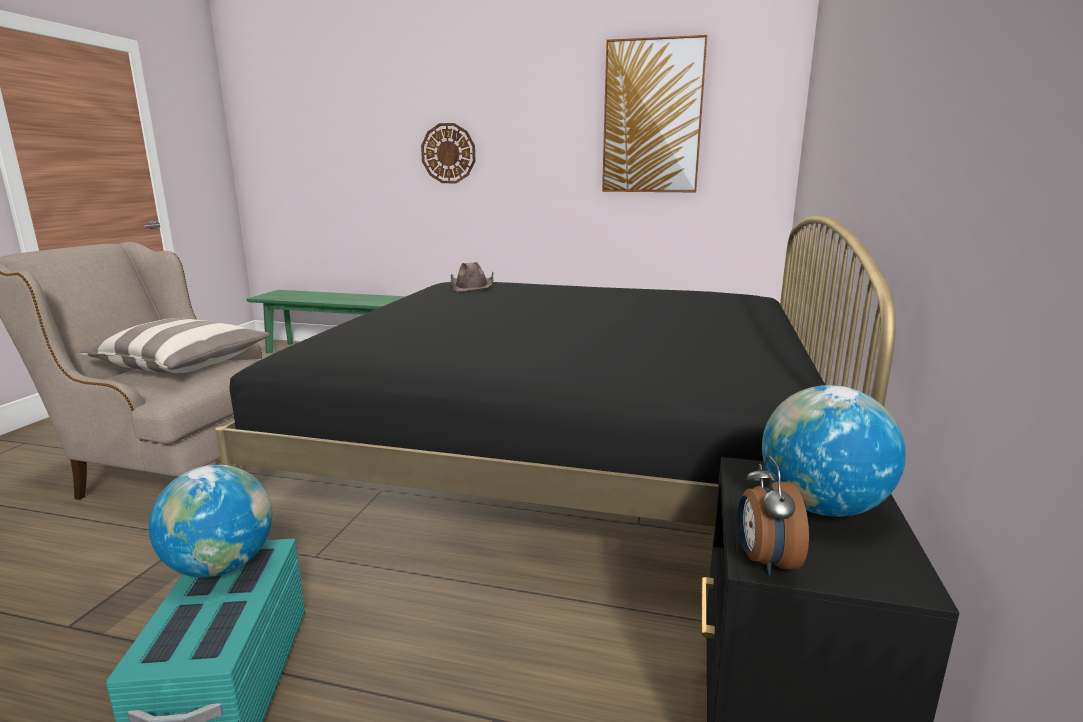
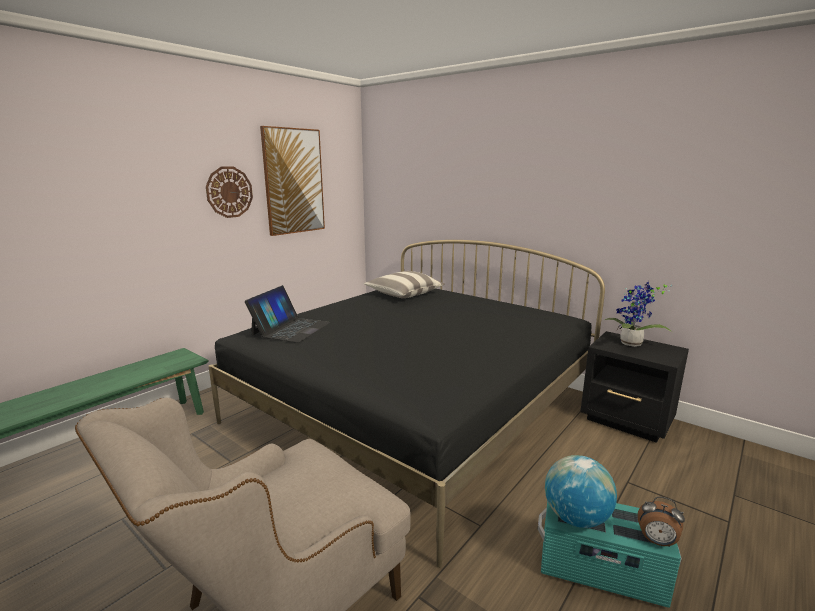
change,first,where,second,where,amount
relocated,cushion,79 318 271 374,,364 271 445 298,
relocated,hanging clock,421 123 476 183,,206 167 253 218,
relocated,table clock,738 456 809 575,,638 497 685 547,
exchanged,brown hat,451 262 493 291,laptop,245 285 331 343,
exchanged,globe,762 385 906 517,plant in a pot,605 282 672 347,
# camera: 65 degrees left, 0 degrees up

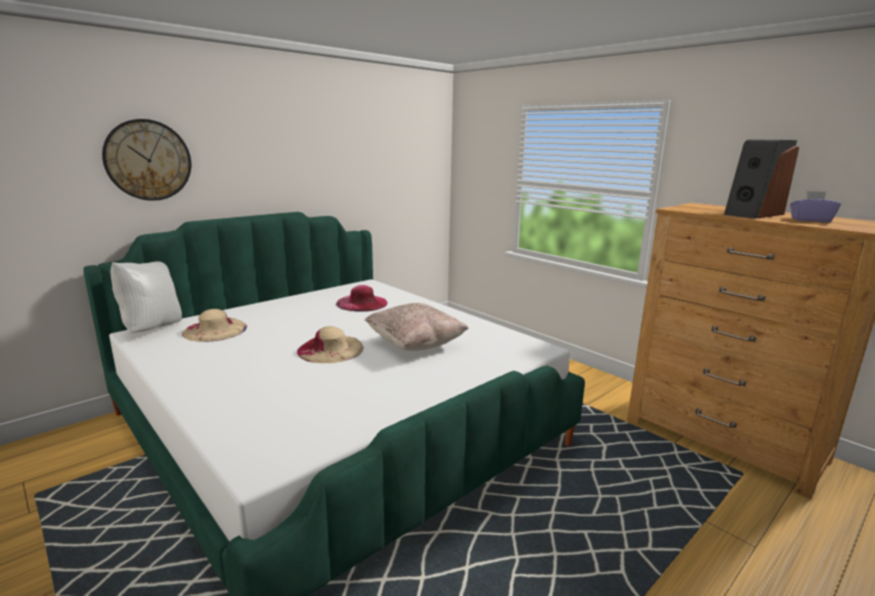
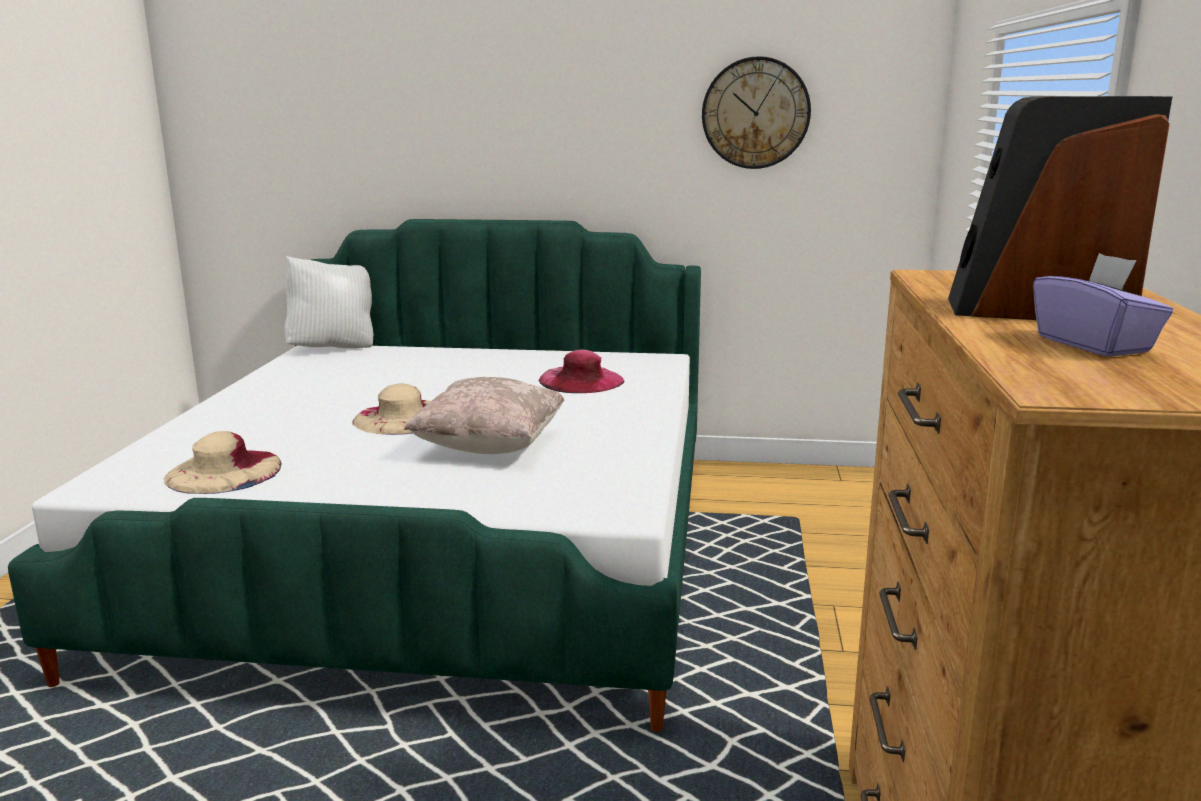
change,first,where,second,where,amount
relocated,hanging clock,102 119 191 201,,702 56 811 169,
relocated,beige-coloured hat,182 309 247 342,,164 431 282 494,
# camera: 50 degrees right, 0 degrees up

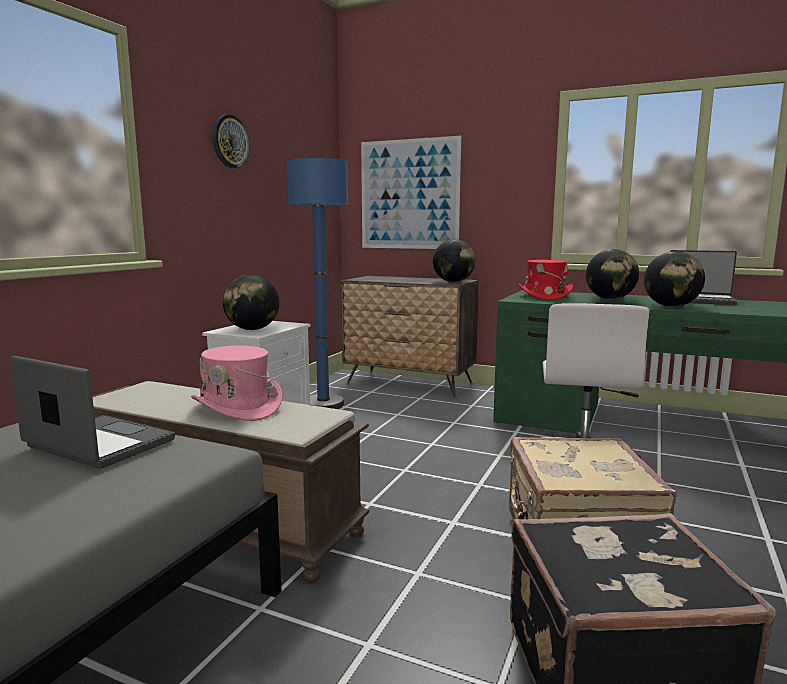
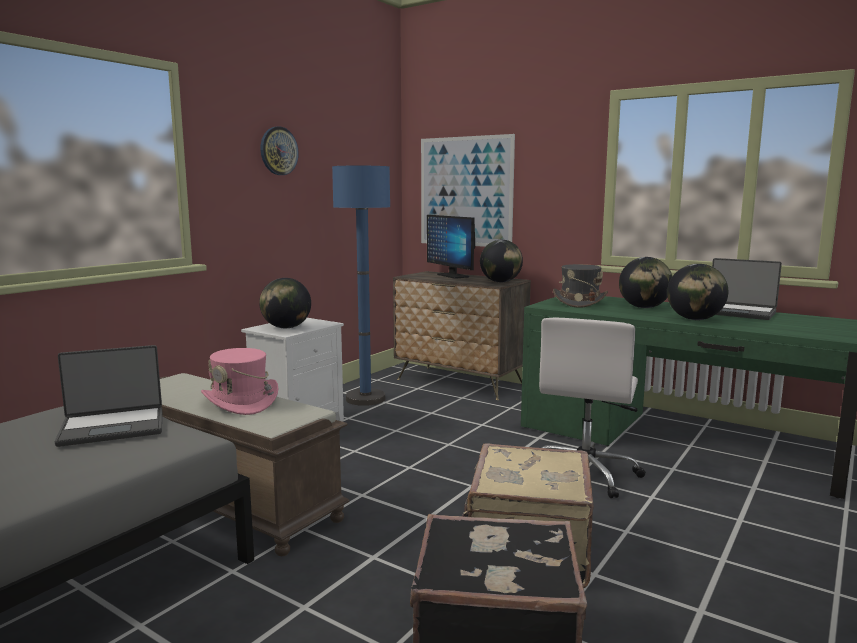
change,first,where,second,where,amount
appeared,,,monitor,427 215 475 279,
colour,red hat,518 260 573 300,greyish hat,553 264 608 308,
spun,laptop,10 356 175 469,,55 345 162 447,120 degrees clockwise
# camera: 10 degrees right, 0 degrees up

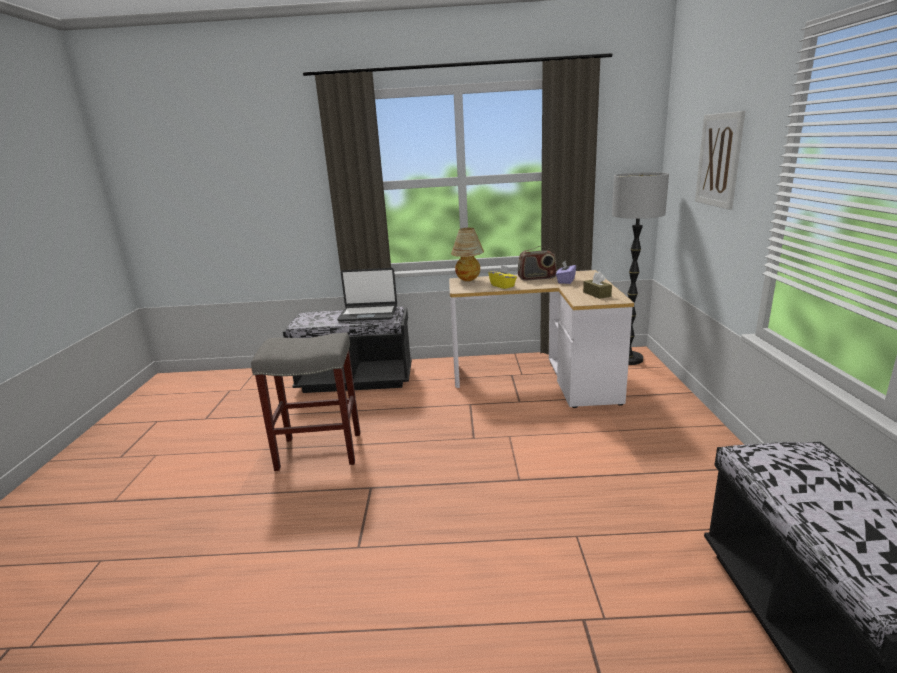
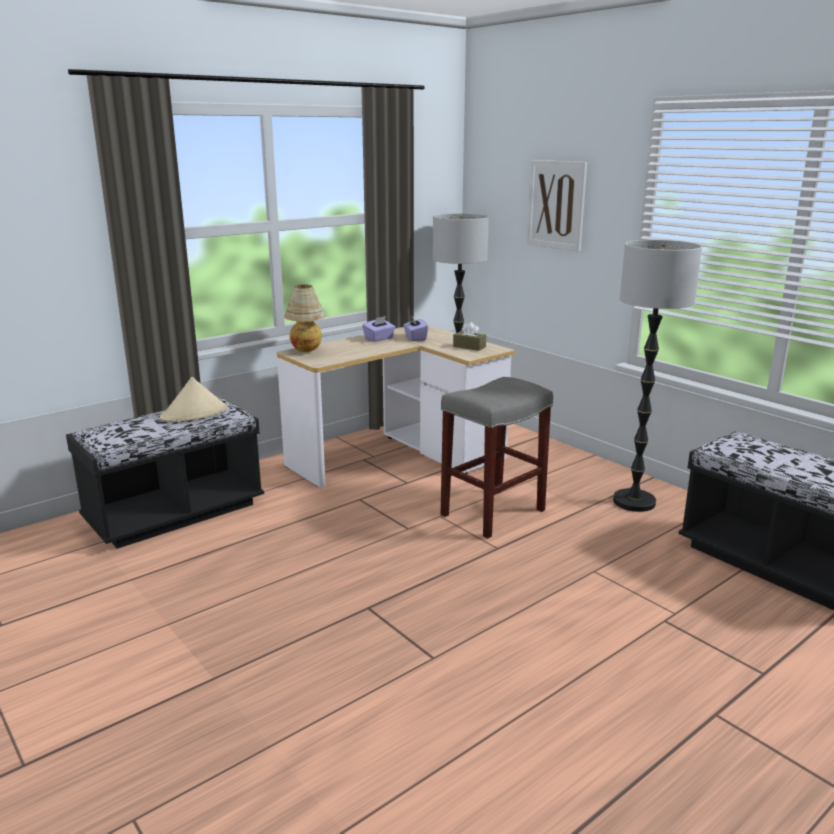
change,first,where,second,where,amount
missing,yellow-coloured tissue box,488 265 517 289,,,
appeared,,,standing lamp,613 240 702 512,
relocated,greyish stool,251 333 360 471,,441 377 553 538,
exchanged,laptop,337 268 397 322,beige-coloured hat,160 377 228 422,
exchanged,radio,518 246 557 280,purple-coloured tissue box,362 316 396 342,
# camera: 40 degrees left, 0 degrees up

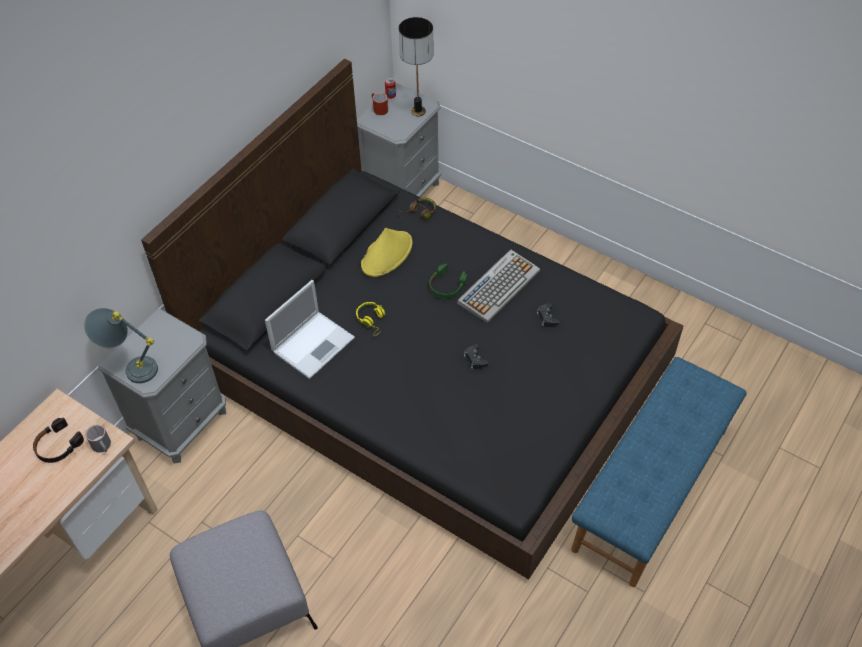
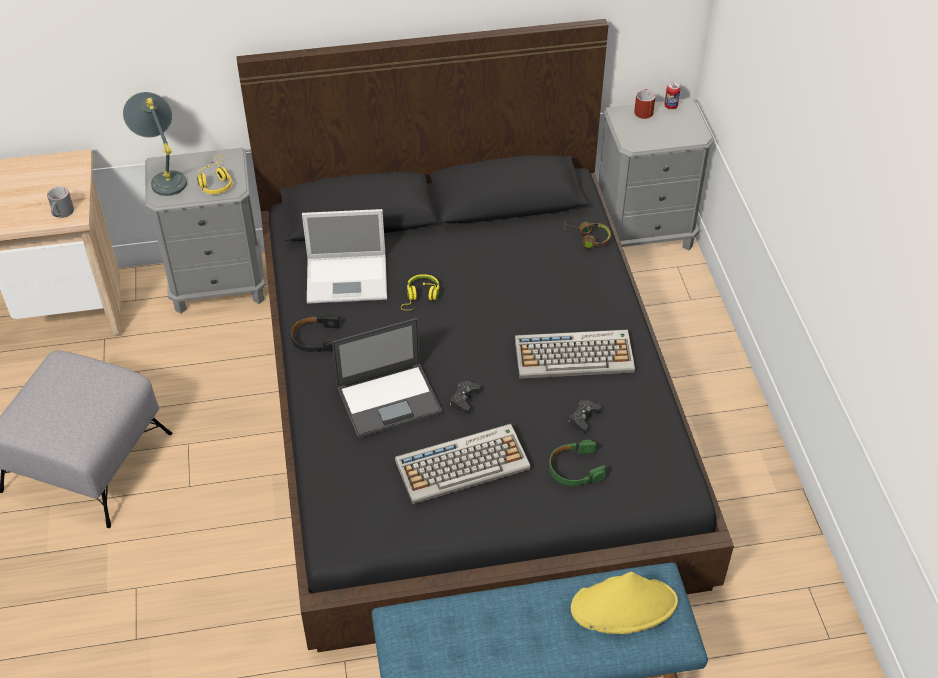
change,first,where,second,where,amount
missing,tabletop lamp,399 17 434 116,,,
appeared,,,yellow-coloured headset,197 155 232 194,
appeared,,,laptop,332 318 442 438,
appeared,,,computer keyboard,395 424 531 504,
relocated,black headset,33 418 84 463,,290 315 340 352,
relocated,yellow-coloured hat,361 228 413 277,,571 572 678 634,
relocated,green headset,429 263 467 299,,549 440 606 486,
# camera: 45 degrees right, 5 degrees down

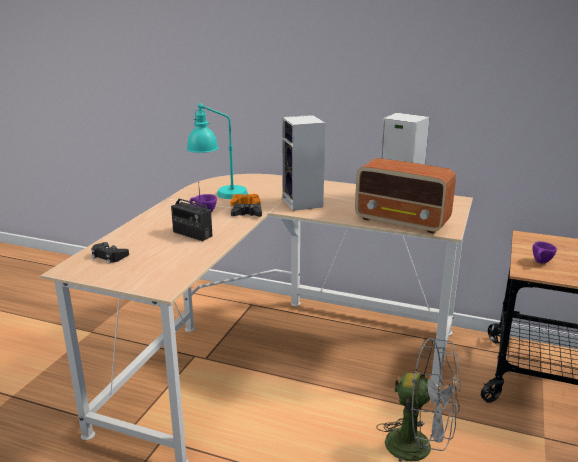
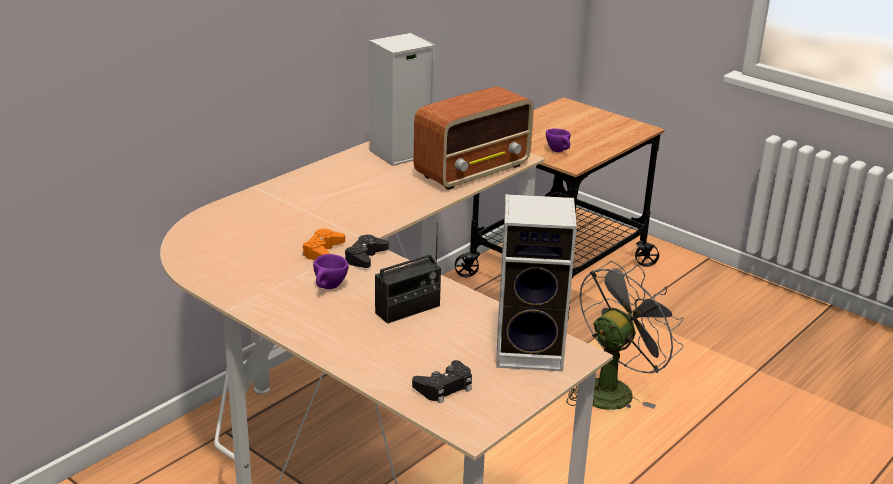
change,first,where,second,where,amount
missing,blue-green tabletop lamp,187 103 248 199,,,
relocated,loudspeaker,282 115 325 211,,496 194 577 371,
# camera: 70 degrees left, 5 degrees up

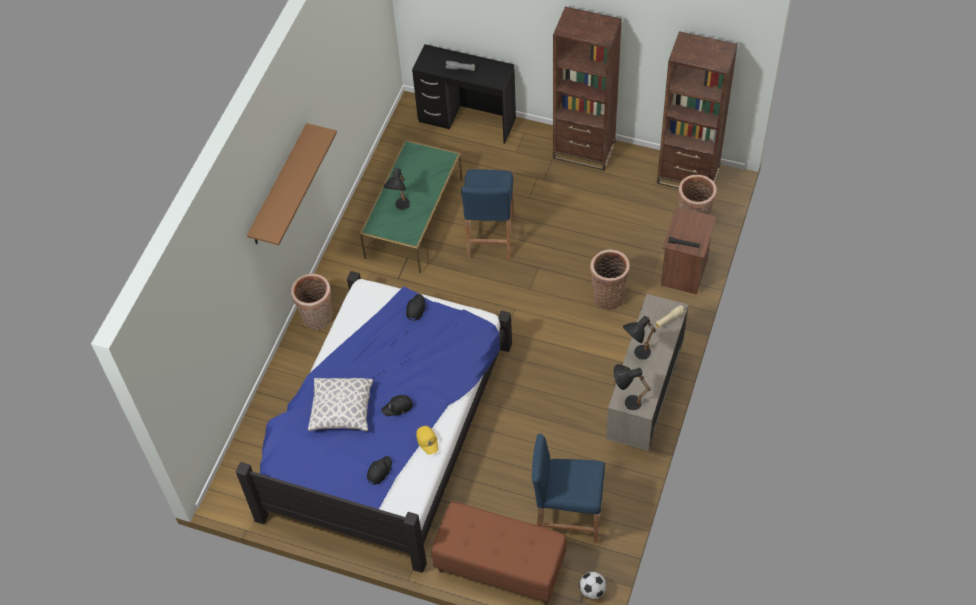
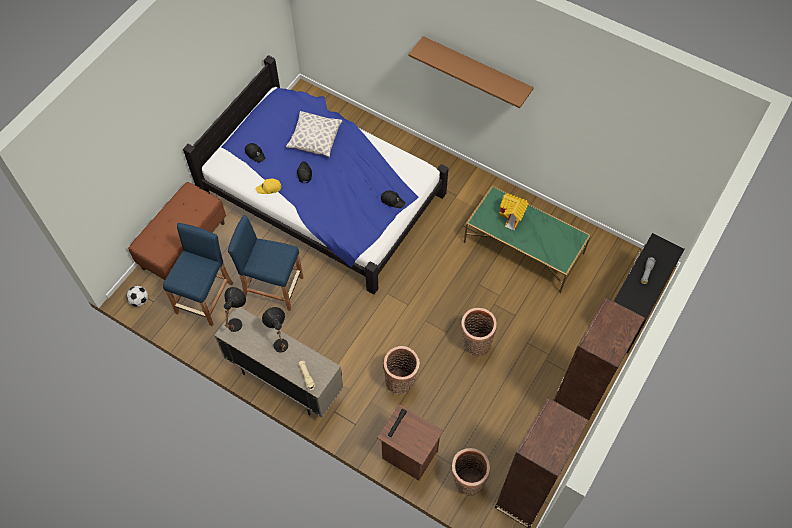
change,first,where,second,where,amount
relocated,household basket,291 273 333 330,,461 308 497 357,
relocated,blue stool,461 169 514 259,,228 215 303 311,
exchanged,black tabletop lamp,383 168 410 210,toy house,499 193 529 230,
# camera: 100 degrees right, 5 degrees up

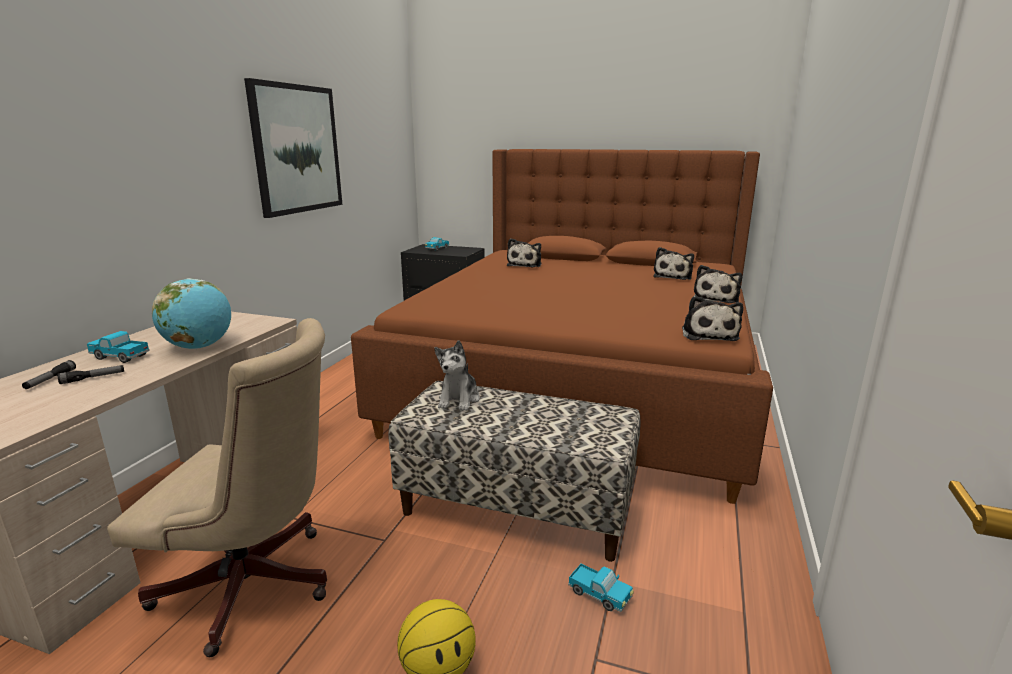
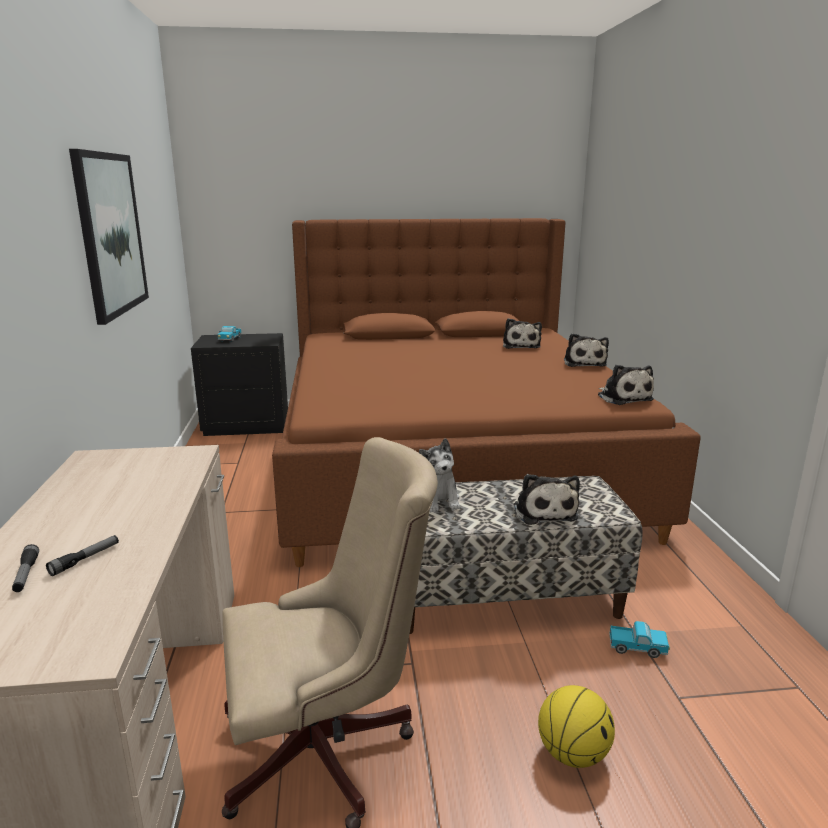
change,first,where,second,where,amount
missing,toy truck,87 331 150 363,,,
missing,globe,152 278 231 349,,,
relocated,plush toy,507 238 541 267,,513 474 580 525,
# camera: 25 degrees left, 0 degrees up

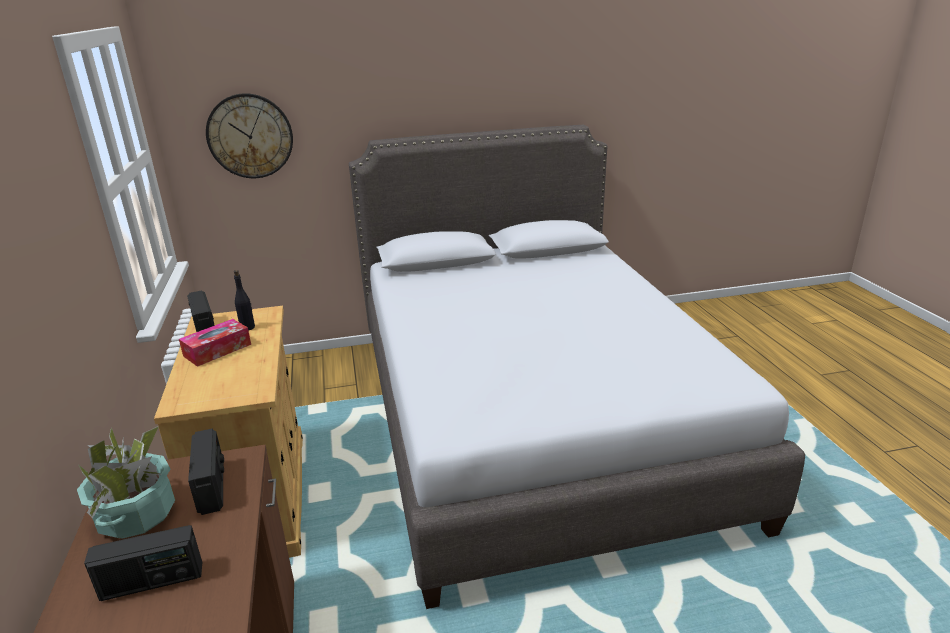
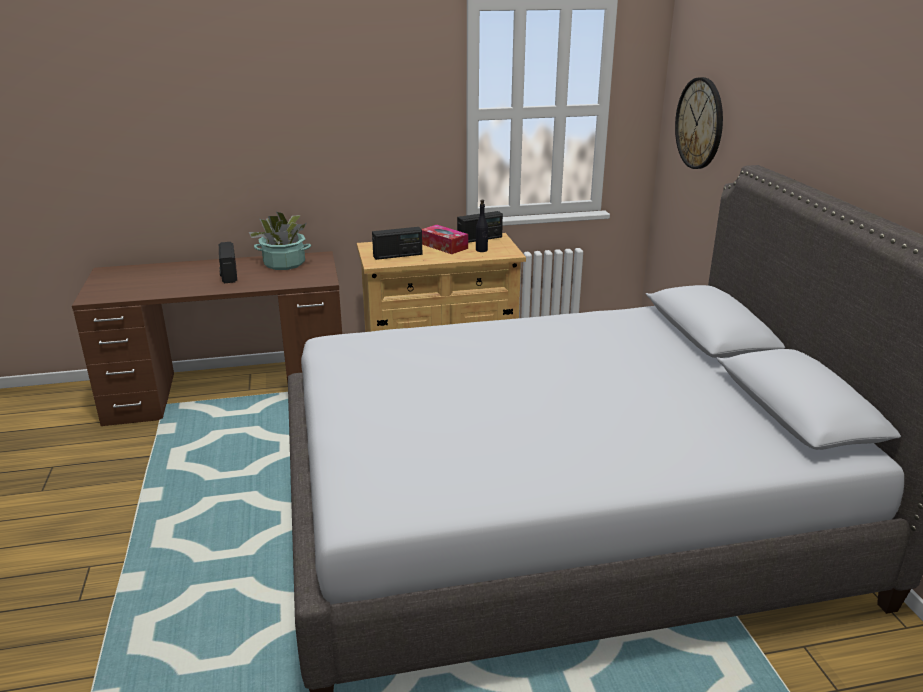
change,first,where,second,where,amount
relocated,radio,188 429 224 515,,372 227 422 260,
# camera: 90 degrees right, 0 degrees up

